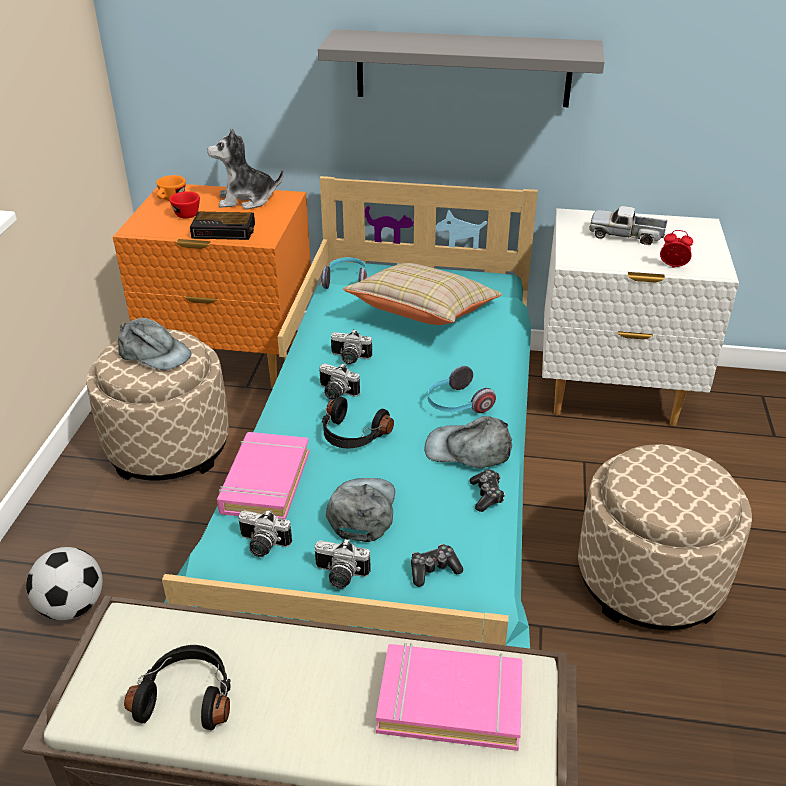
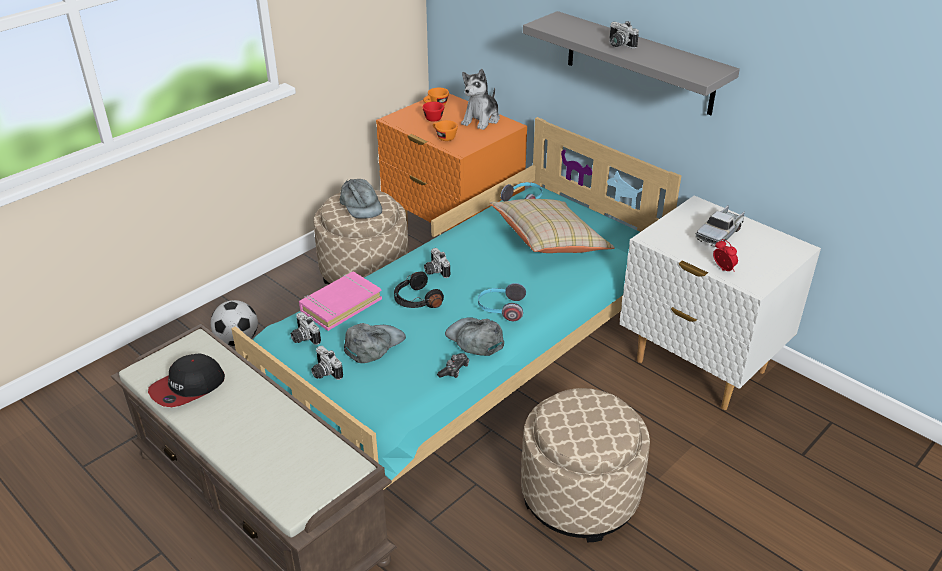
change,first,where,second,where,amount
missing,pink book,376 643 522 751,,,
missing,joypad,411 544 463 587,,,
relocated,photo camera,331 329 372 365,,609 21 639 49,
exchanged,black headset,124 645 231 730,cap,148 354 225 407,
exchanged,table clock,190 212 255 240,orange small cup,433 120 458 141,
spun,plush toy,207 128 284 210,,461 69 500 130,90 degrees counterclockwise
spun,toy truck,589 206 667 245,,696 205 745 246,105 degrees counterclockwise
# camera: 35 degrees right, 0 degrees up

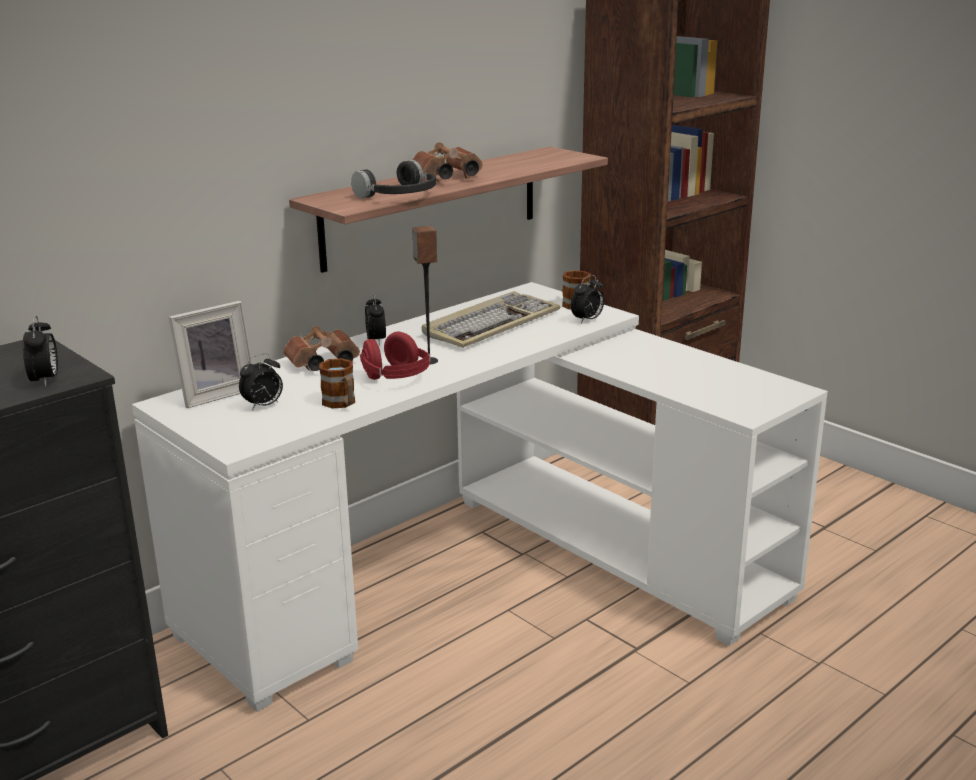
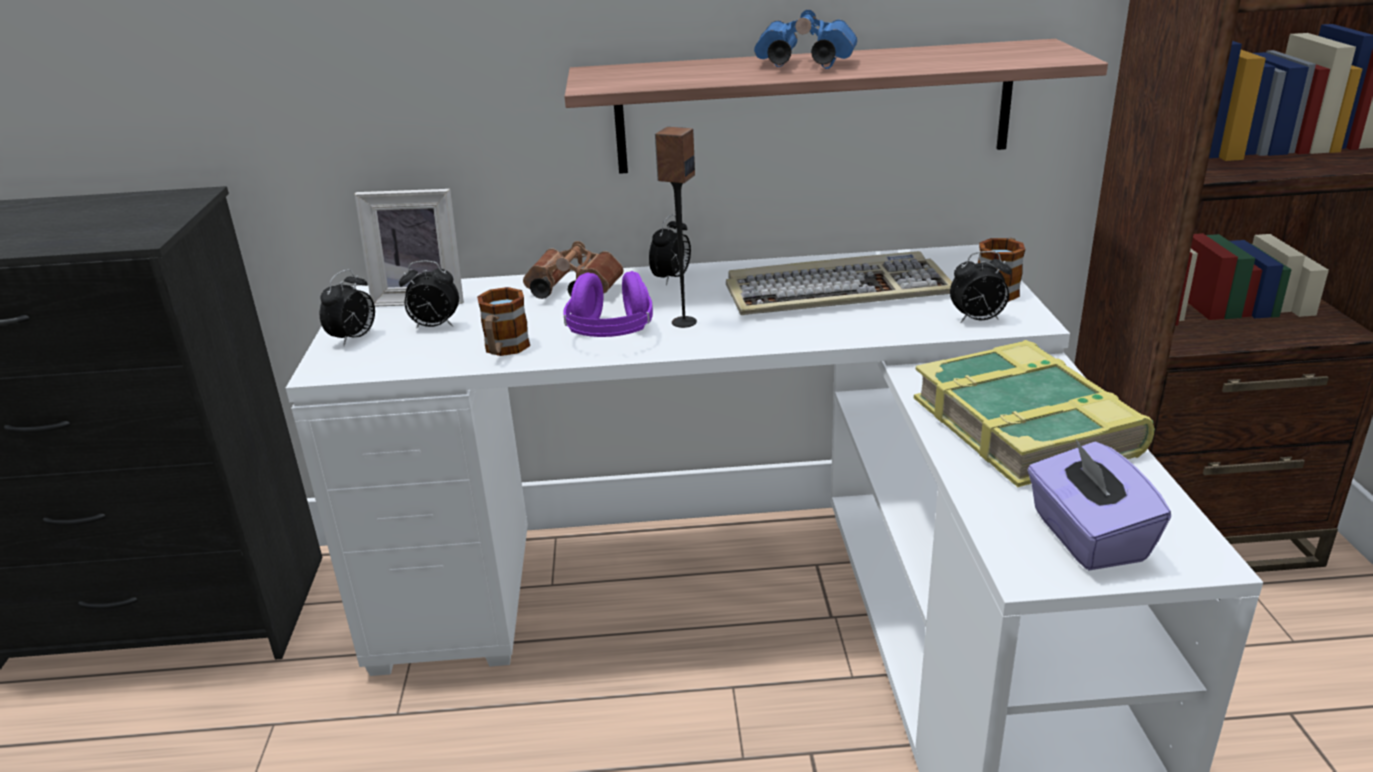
change,first,where,second,where,amount
missing,black headset,351 160 436 198,,,
appeared,,,book,914 340 1155 487,
appeared,,,purple-coloured tissue box,1027 440 1171 570,
relocated,table clock,23 315 58 387,,320 269 375 347,
colour,red headset,360 332 430 380,purple-coloured headset,563 271 653 337,
colour,brown binoculars,412 142 483 181,blue binoculars,754 9 857 69,
# camera: 40 degrees right, 5 degrees up

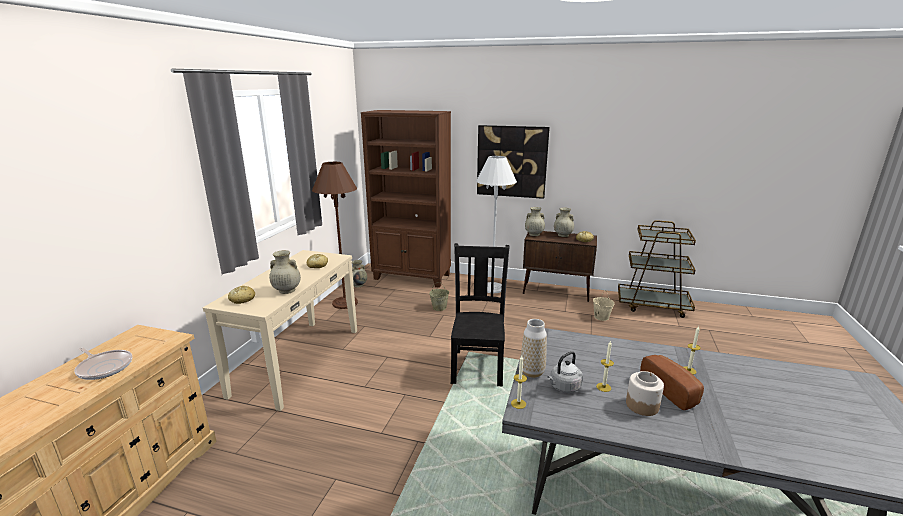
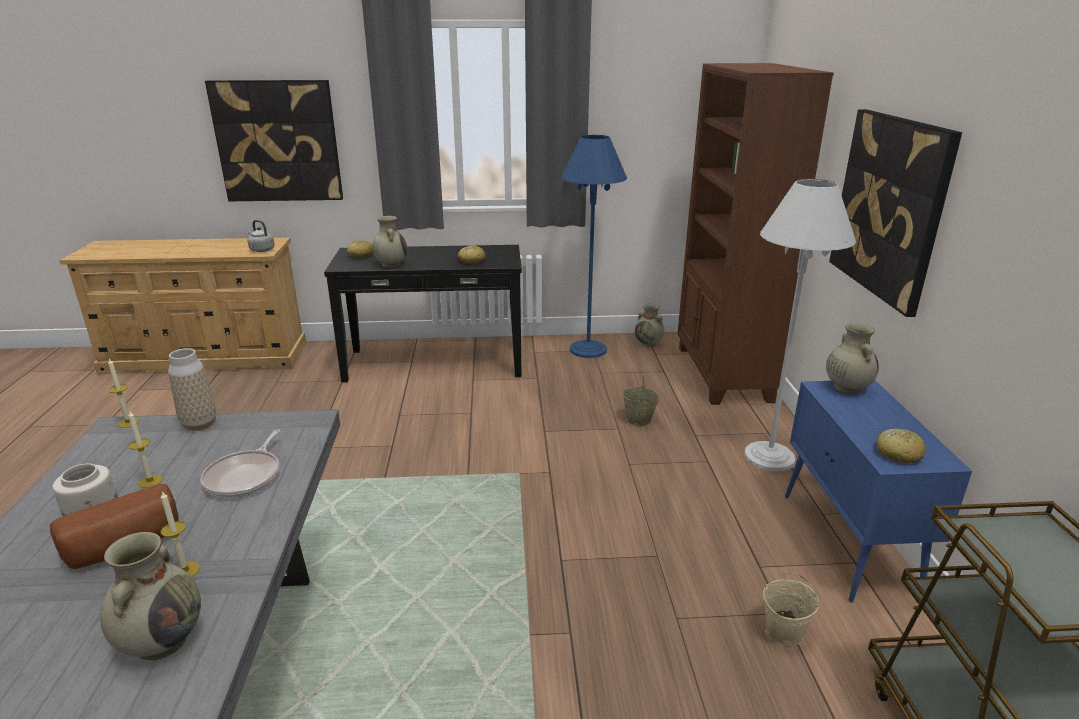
change,first,where,second,where,amount
missing,black plain chair,451 243 510 387,,,
appeared,,,picture,205 80 343 201,
relocated,frying pan,74 347 132 380,,200 429 280 498,
relocated,greyish water kettle,547 351 583 393,,247 220 275 252,
relocated,beige-coloured flower vase,554 208 574 237,,100 532 201 660,
colour,beige-coloured hall table,203 250 357 411,black hall table,324 245 522 382,
colour,brown standing lamp,312 162 358 309,blue standing lamp,561 135 627 358,
colour,brown cupboard,523 231 597 302,blue cupboard,785 380 972 603,
# camera: 70 degrees right, 5 degrees up

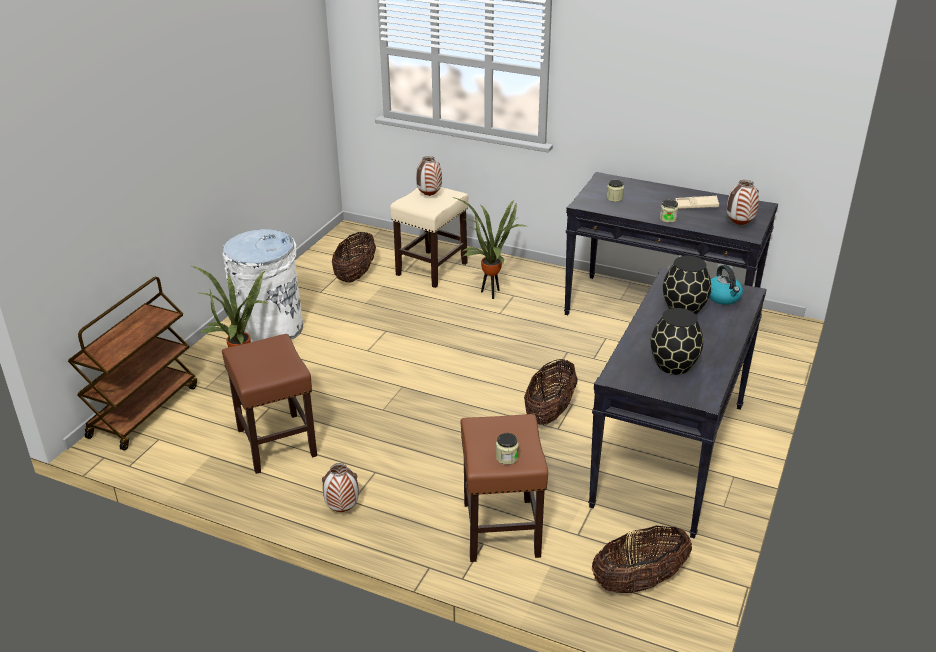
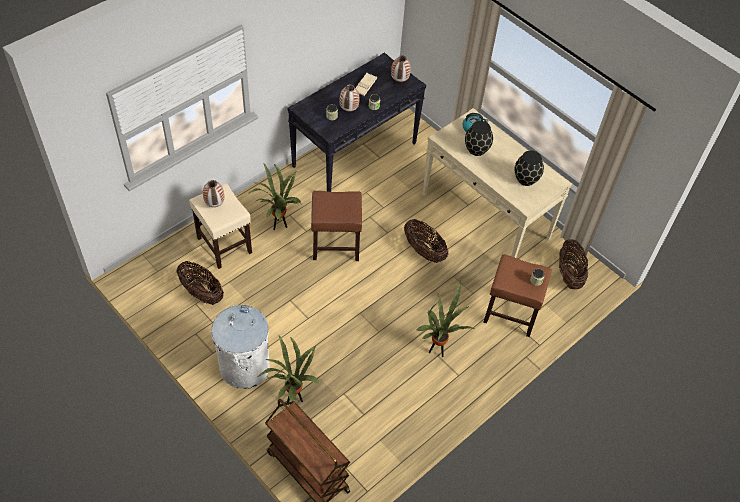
change,first,where,second,where,amount
appeared,,,plant in a pot,416 280 474 357,
relocated,brown stool,222 334 317 474,,311 191 362 261,
relocated,flower vase,322 463 359 512,,339 84 359 112,
colour,black hall table,588 268 767 539,beige-coloured hall table,422 108 572 258,
# camera: 70 degrees left, 20 degrees up

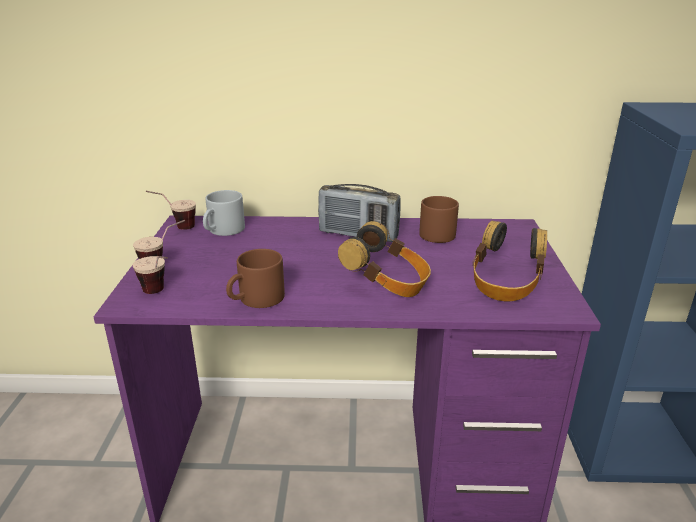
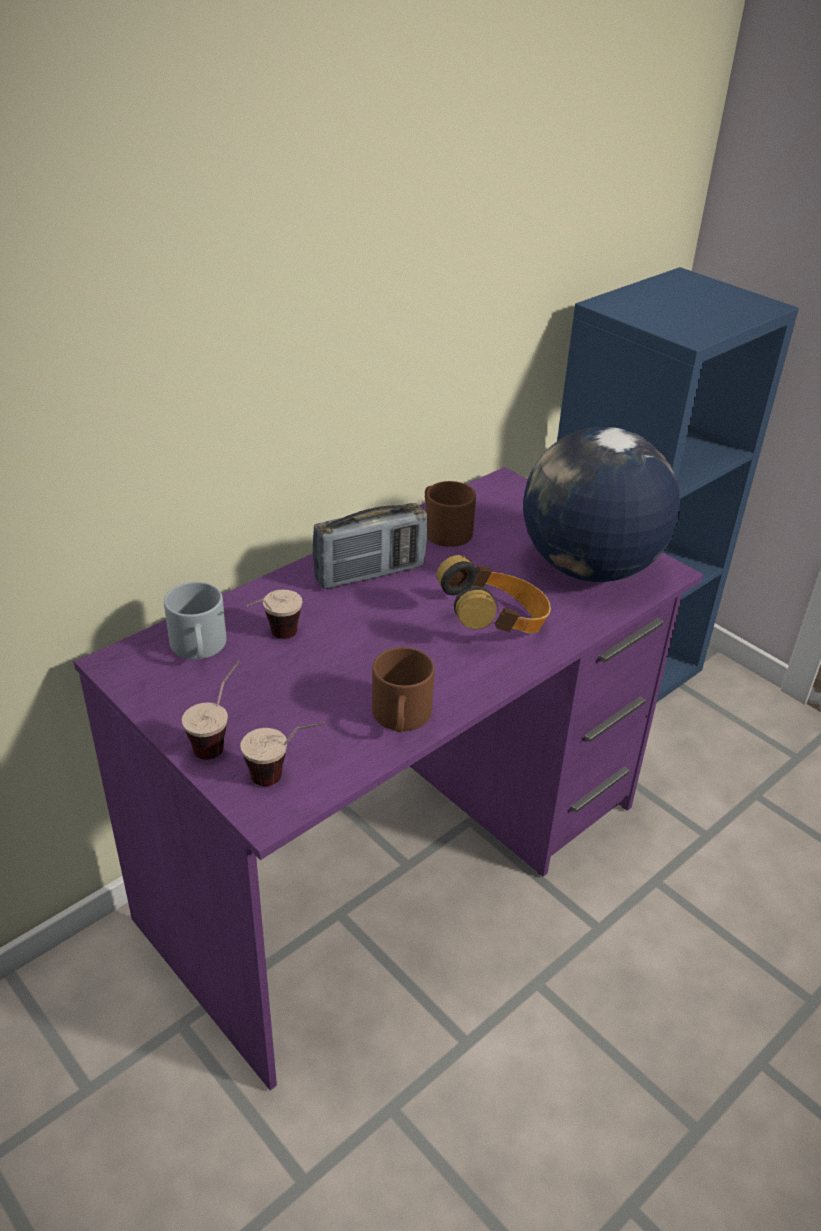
change,first,where,second,where,amount
relocated,small cup,146 191 196 230,,246 590 302 639,
exchanged,headset,473 221 547 301,globe,523 427 680 582,
# camera: 45 degrees left, 10 degrees up

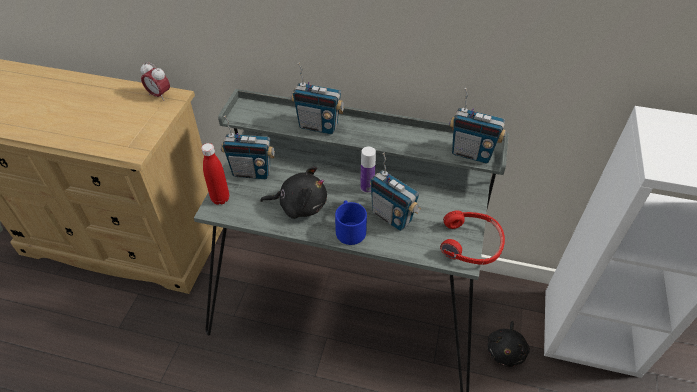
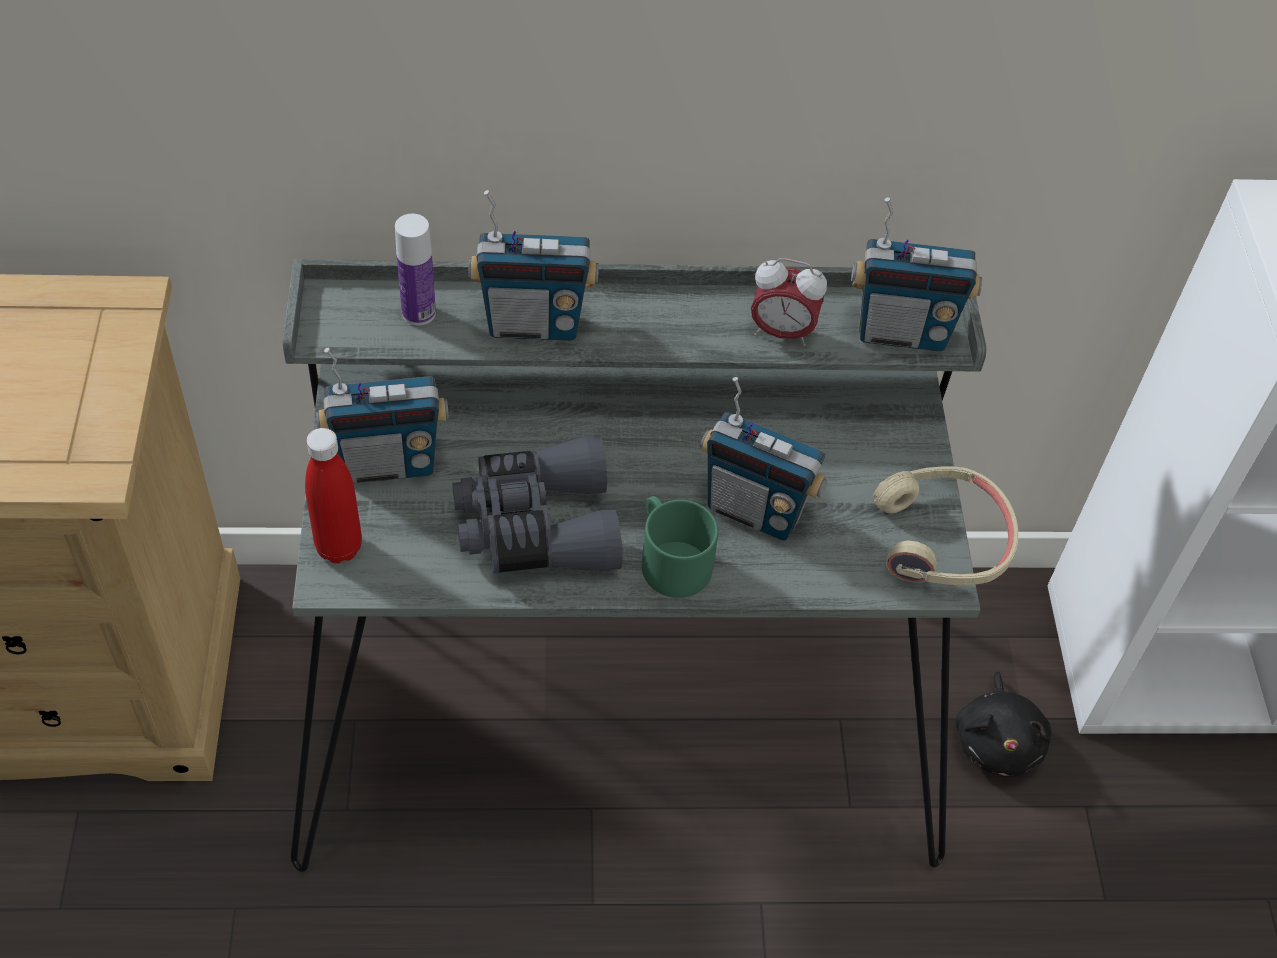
change,first,where,second,where,amount
relocated,table clock,140 62 170 101,,751 258 827 346,
relocated,bottle,360 147 376 193,,395 214 436 325,
exchanged,black plush toy,260 167 327 219,greyish binoculars,452 435 623 573,
colour,blue tea mug,335 200 367 245,green tea mug,642 496 718 598,
colour,red headset,440 210 505 265,beige-coloured headset,872 466 1019 585,
# camera: 20 degrees left, 5 degrees up

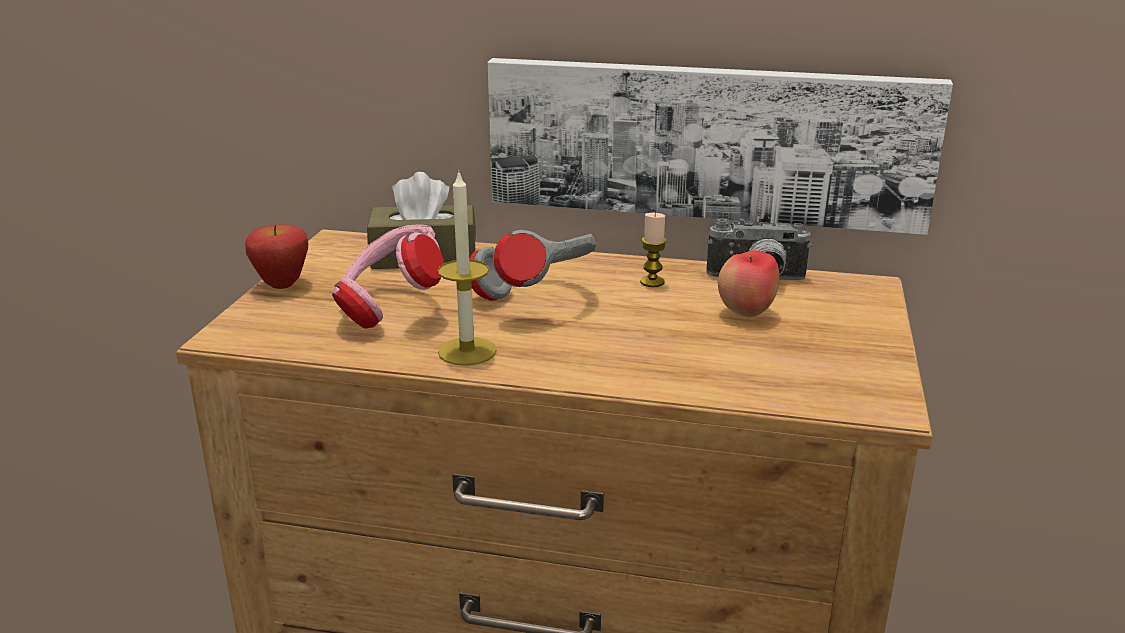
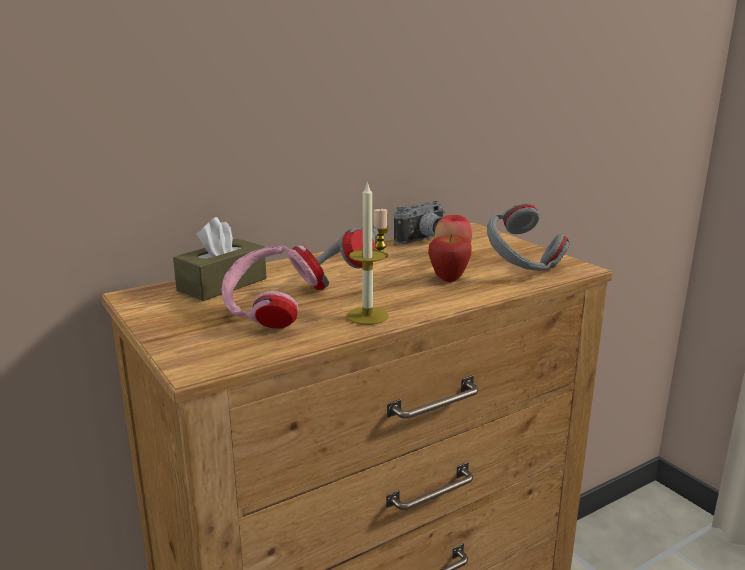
change,first,where,second,where,amount
missing,picture,488 58 953 235,,,
appeared,,,greyish headset,487 203 570 271,
relocated,whole apple,245 224 308 289,,428 235 472 282,
# camera: 45 degrees left, 5 degrees down

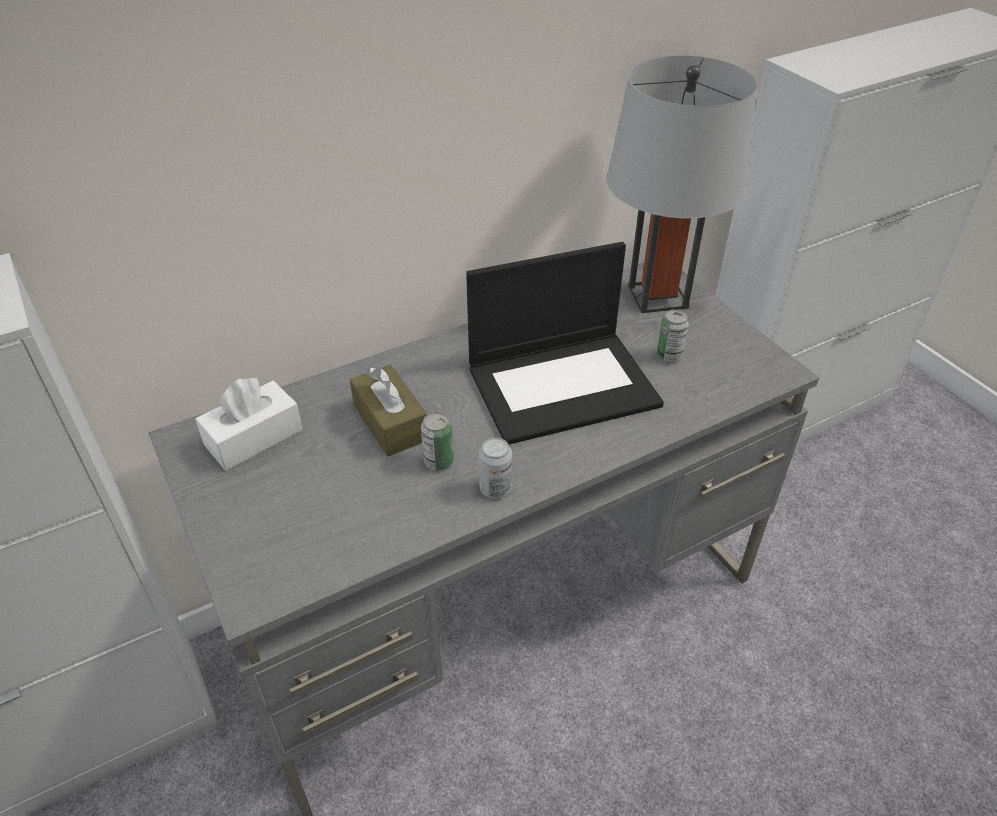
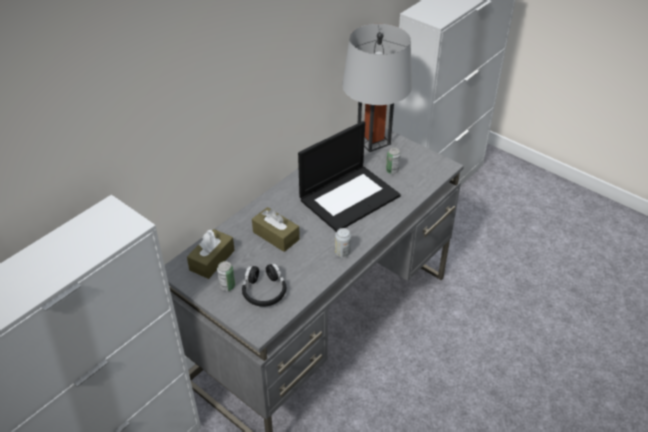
change,first,where,second,where,amount
appeared,,,black headset,242 263 286 307,
relocated,sealed can,421 412 454 470,,217 261 235 291,
colour,white-coloured tissue box,195 378 302 470,brown tissue box,187 229 235 279,
# camera: 20 degrees left, 0 degrees up

